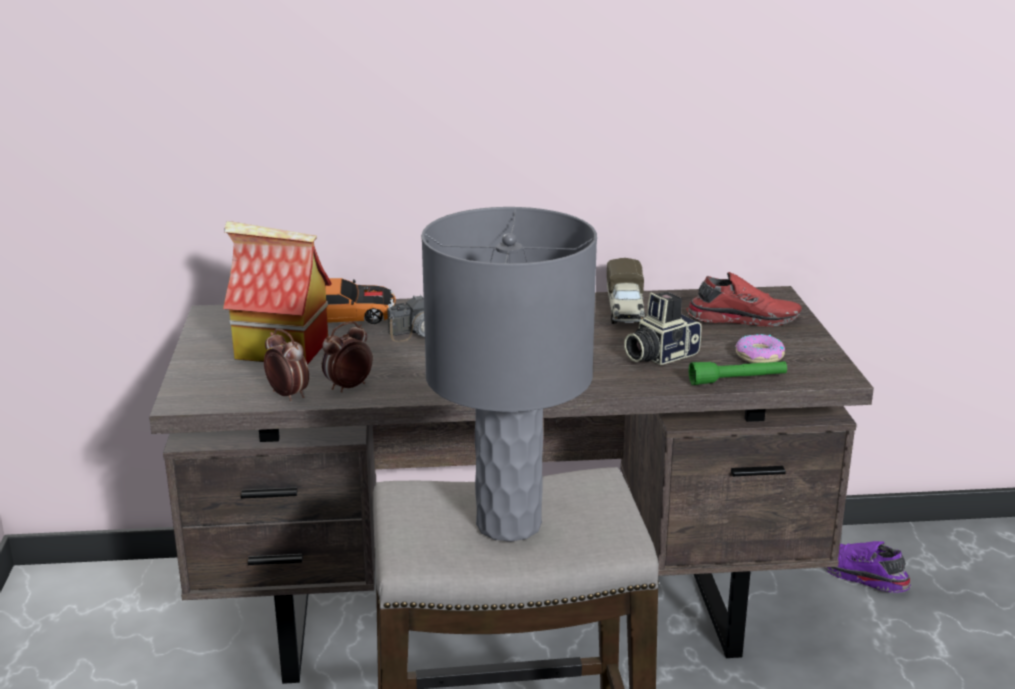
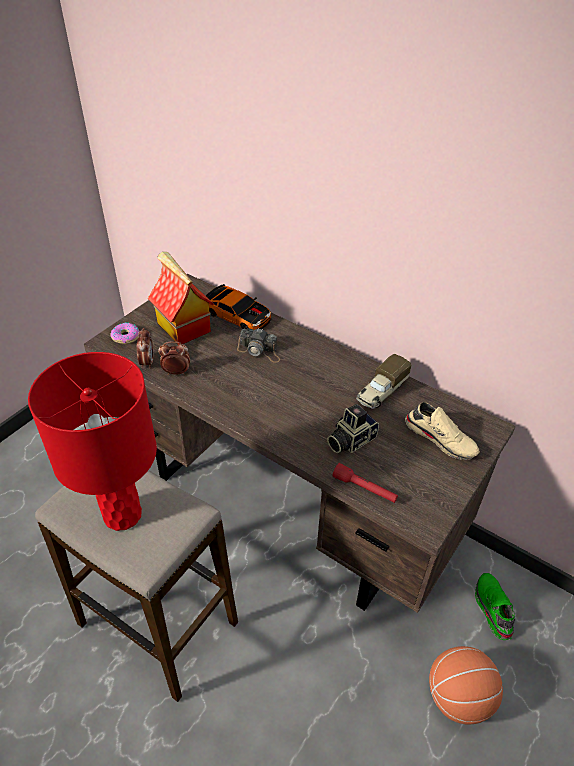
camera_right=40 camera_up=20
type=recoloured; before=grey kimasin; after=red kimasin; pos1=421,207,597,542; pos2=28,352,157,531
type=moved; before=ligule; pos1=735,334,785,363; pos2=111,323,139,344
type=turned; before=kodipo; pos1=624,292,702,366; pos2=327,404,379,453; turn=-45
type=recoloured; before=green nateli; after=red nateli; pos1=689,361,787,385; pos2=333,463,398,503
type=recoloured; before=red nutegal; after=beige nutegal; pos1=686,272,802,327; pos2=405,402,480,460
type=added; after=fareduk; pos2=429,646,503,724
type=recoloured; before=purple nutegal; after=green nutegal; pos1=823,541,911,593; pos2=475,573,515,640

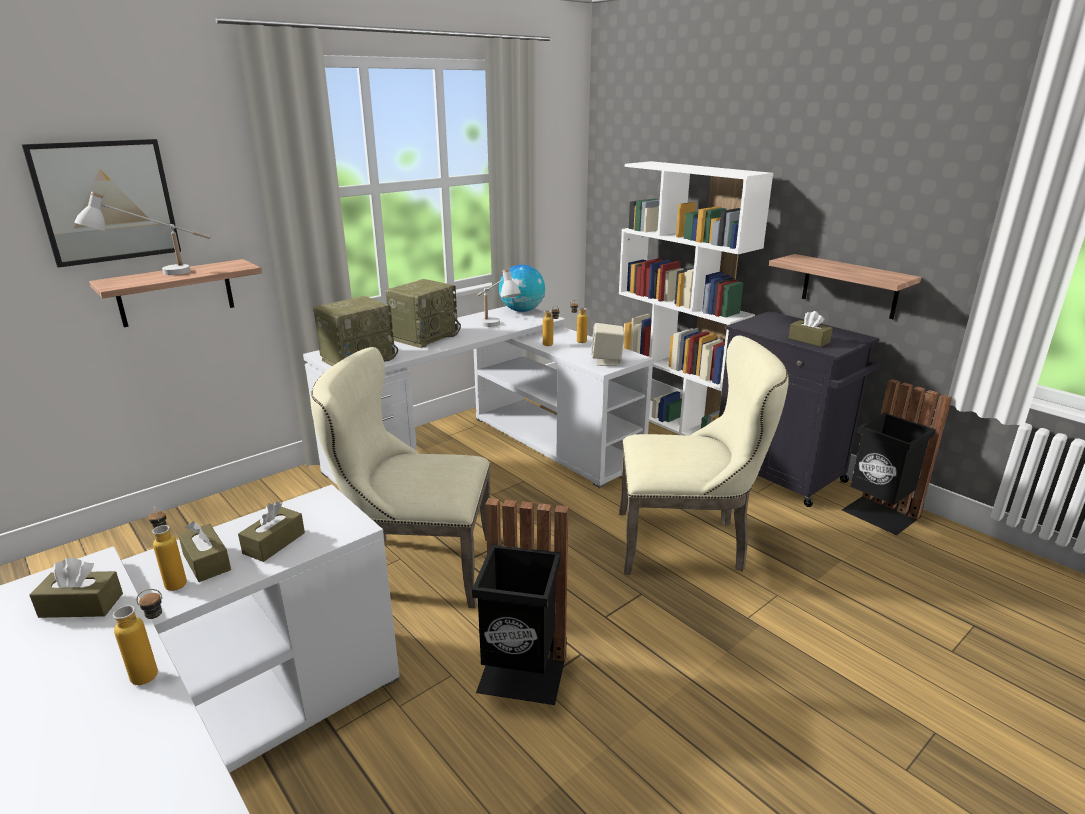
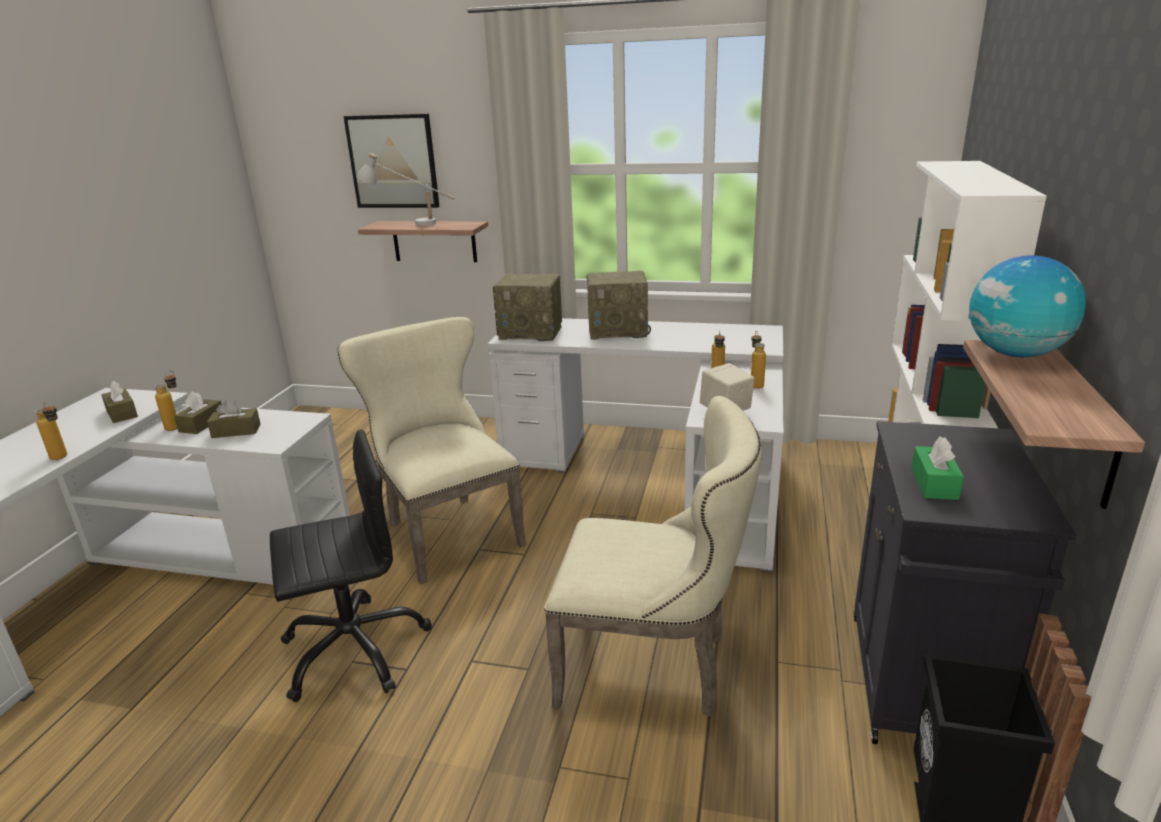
camera_right=55 camera_up=0
type=replaced; before=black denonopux; after=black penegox; pos1=472,498,568,705; pos2=270,429,432,702
type=turned; before=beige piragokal; pos1=619,335,789,575; pos2=544,396,762,717; turn=-45
type=recoloured; before=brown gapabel; after=green gapabel; pos1=789,311,833,347; pos2=911,436,964,500
type=moved; before=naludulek; pos1=499,265,545,312; pos2=968,255,1086,357
type=removed; before=white kimasin; pos1=477,269,521,327

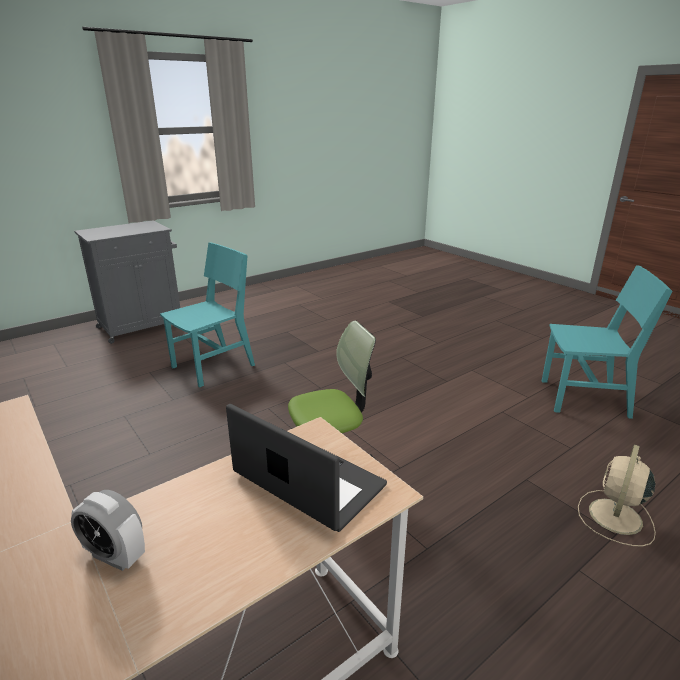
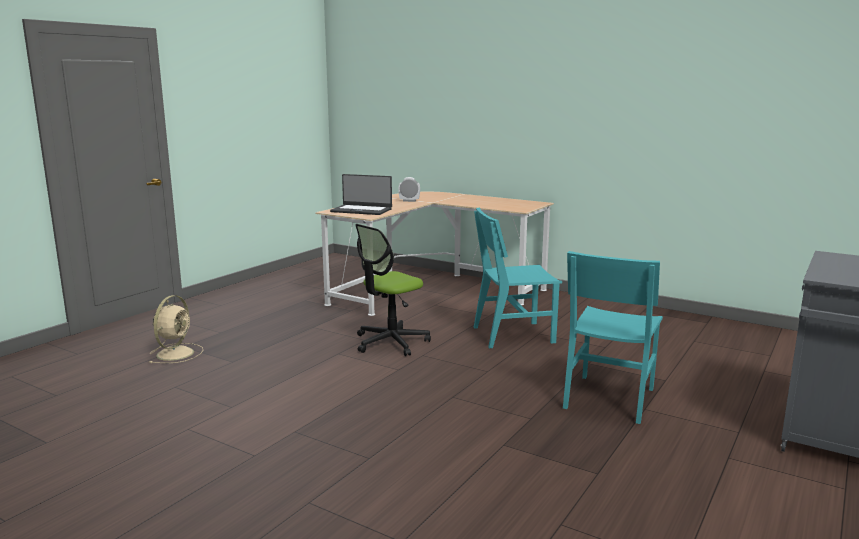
camera_right=160 camera_up=-10
type=moved; before=turquoise piragokal; pos1=542,265,673,419; pos2=473,207,562,348

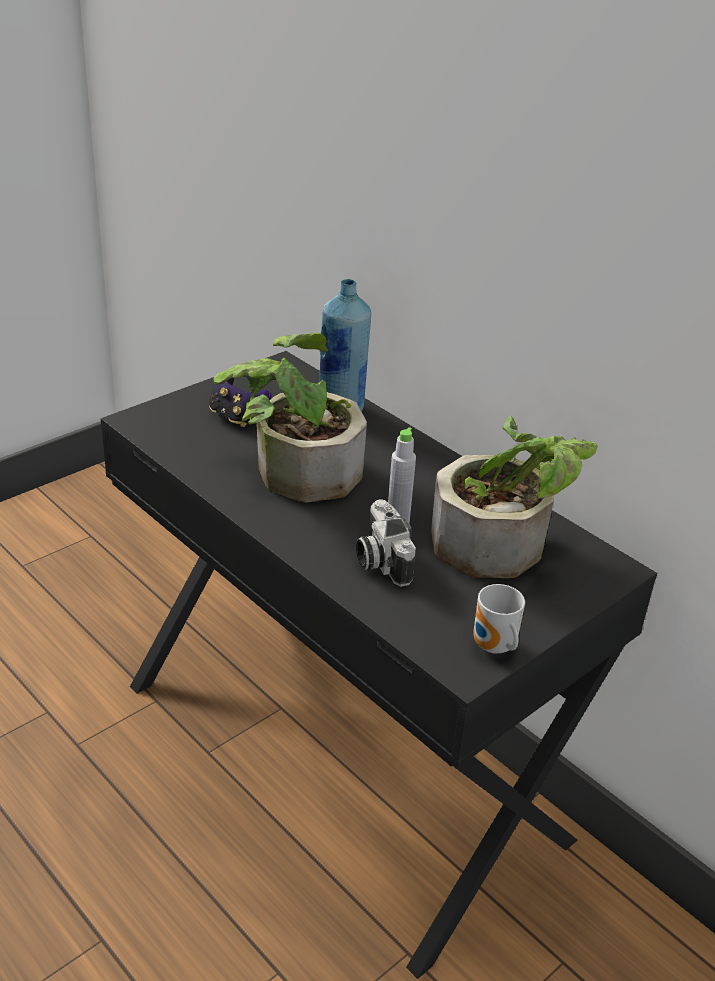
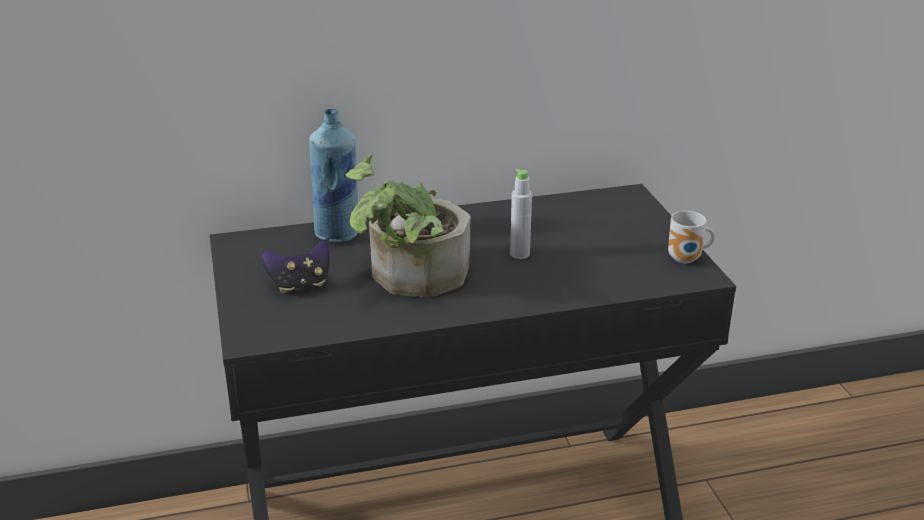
camera_right=-60 camera_up=-5
type=removed; before=kodipo; pos1=356,499,416,587
type=removed; before=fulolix; pos1=431,416,598,578

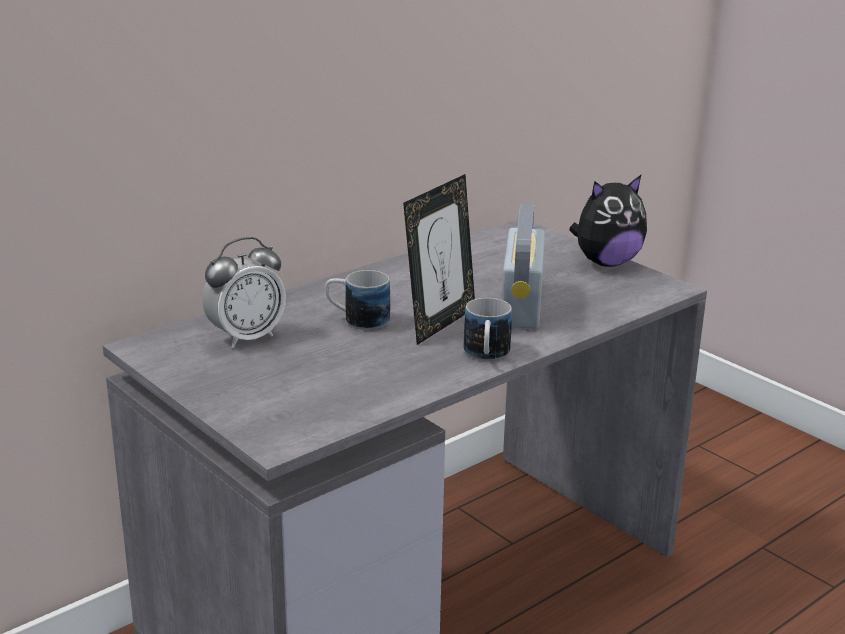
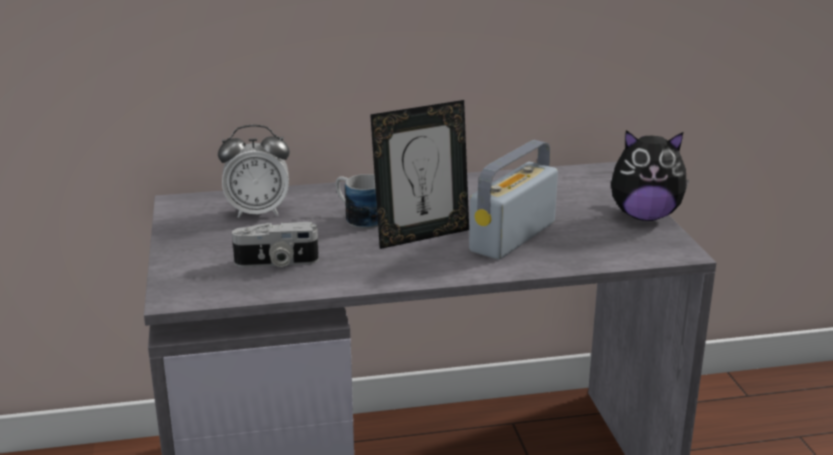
camera_right=30 camera_up=0
type=added; after=kodipo; pos2=232,222,319,267
type=removed; before=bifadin; pos1=464,298,512,361

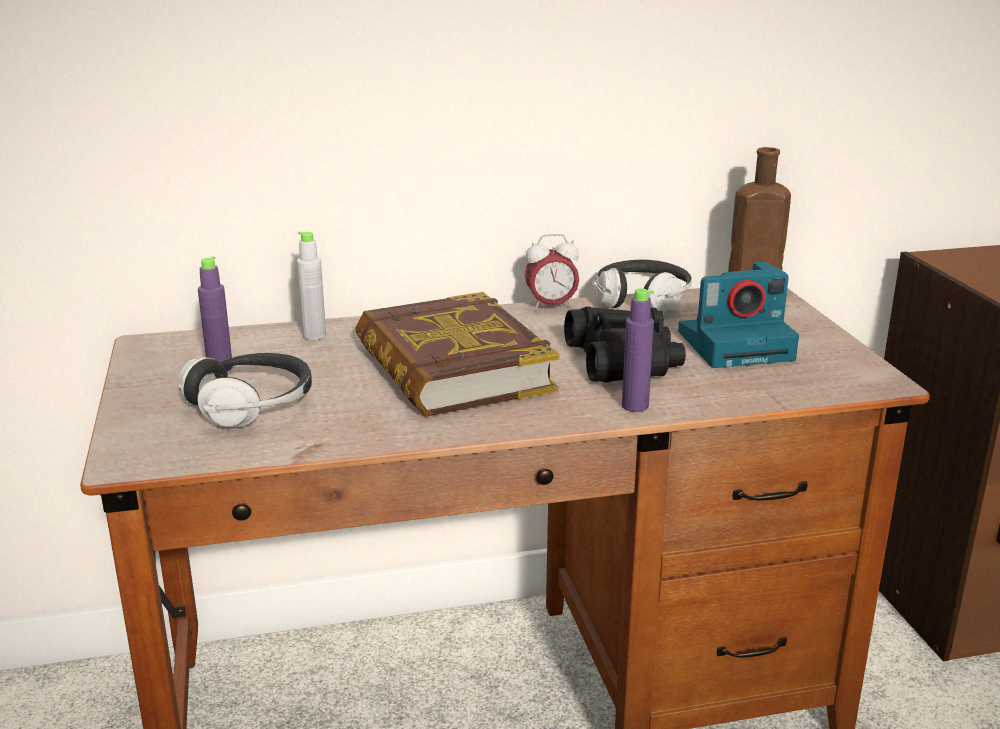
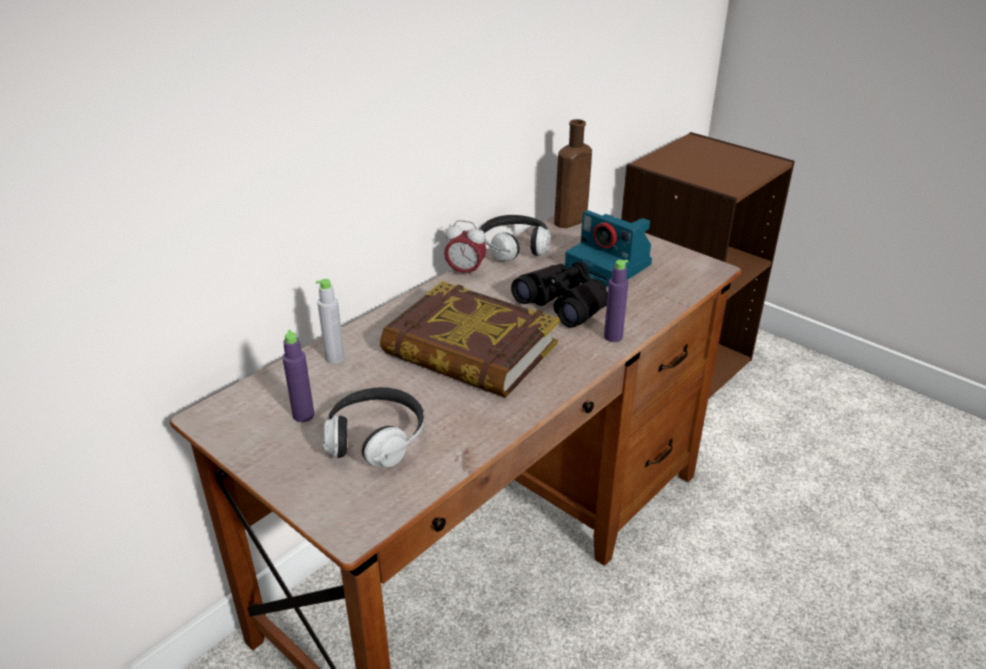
camera_right=-35 camera_up=10
type=turned; before=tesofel; pos1=525,234,579,311; pos2=444,220,486,278; turn=60
type=turned; before=kodipo; pos1=678,262,799,368; pos2=565,210,652,287; turn=90

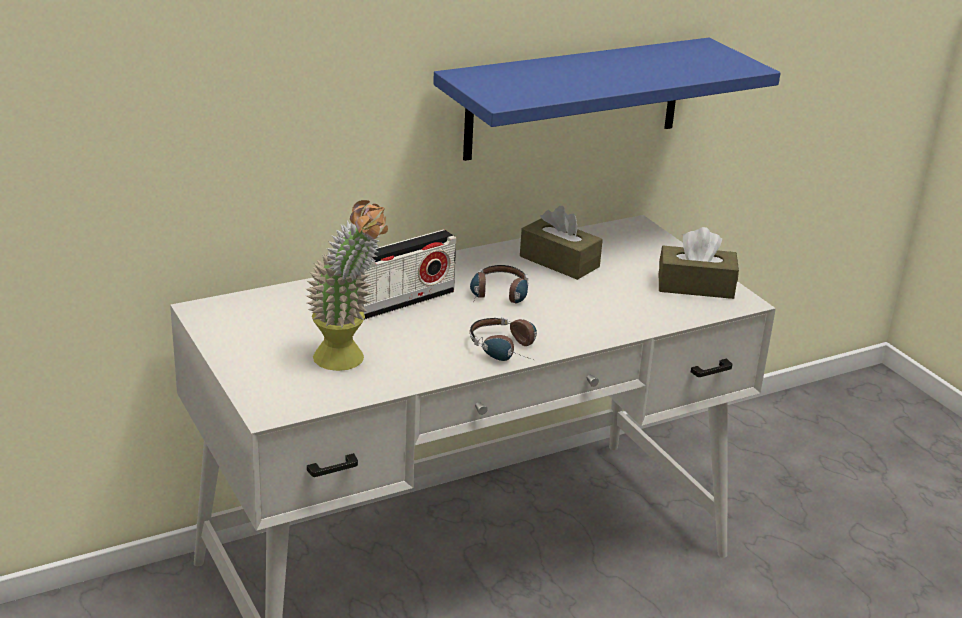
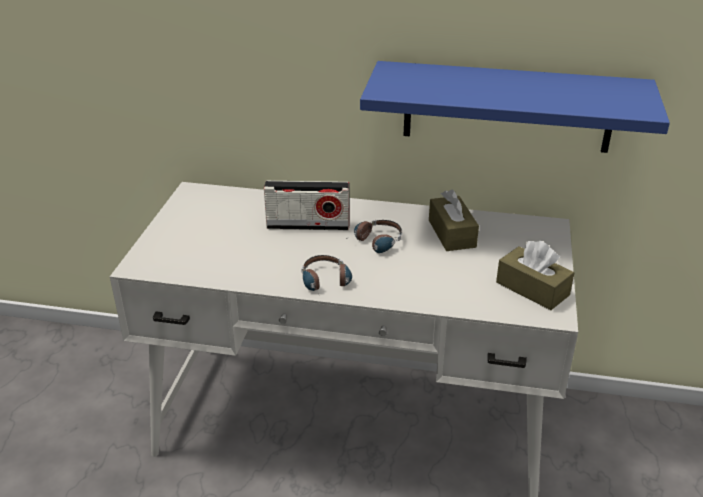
camera_right=40 camera_up=5
type=removed; before=fulolix; pos1=306,200,388,371

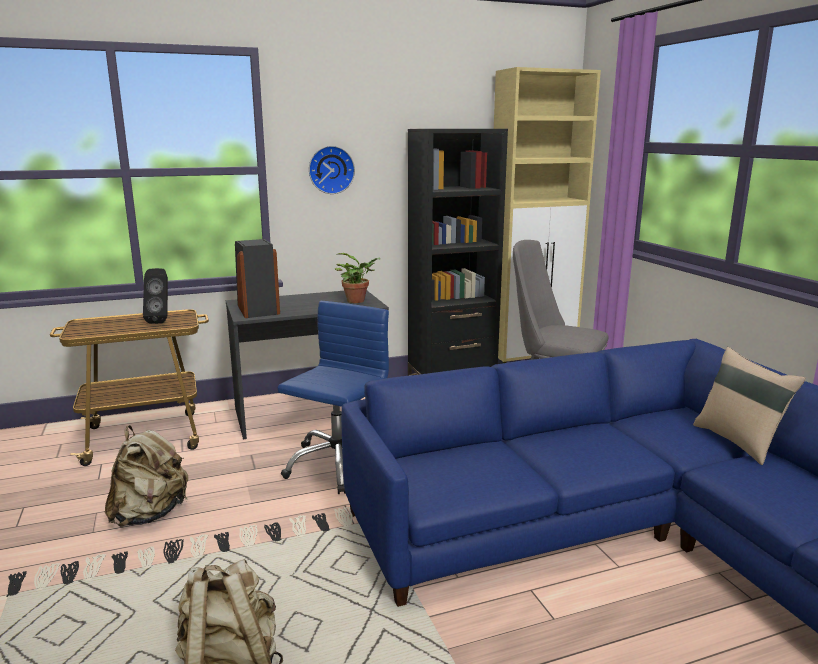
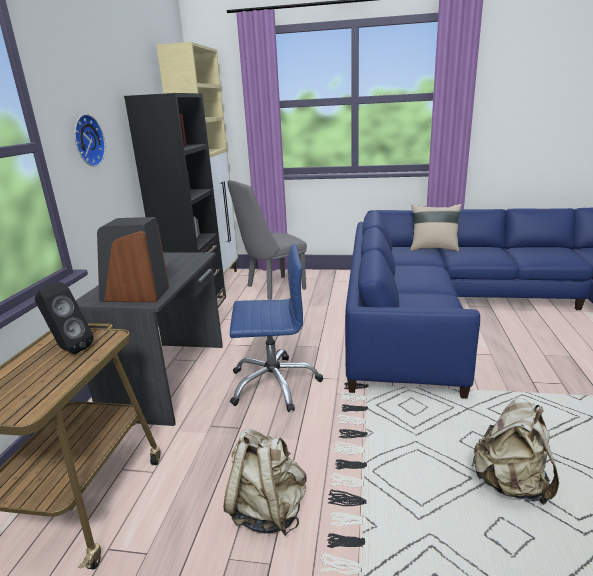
camera_right=-60 camera_up=5
type=turned; before=blue penegox; pos1=277,301,389,494; pos2=230,244,323,412; turn=120
type=removed; before=fulolix; pos1=335,253,381,303

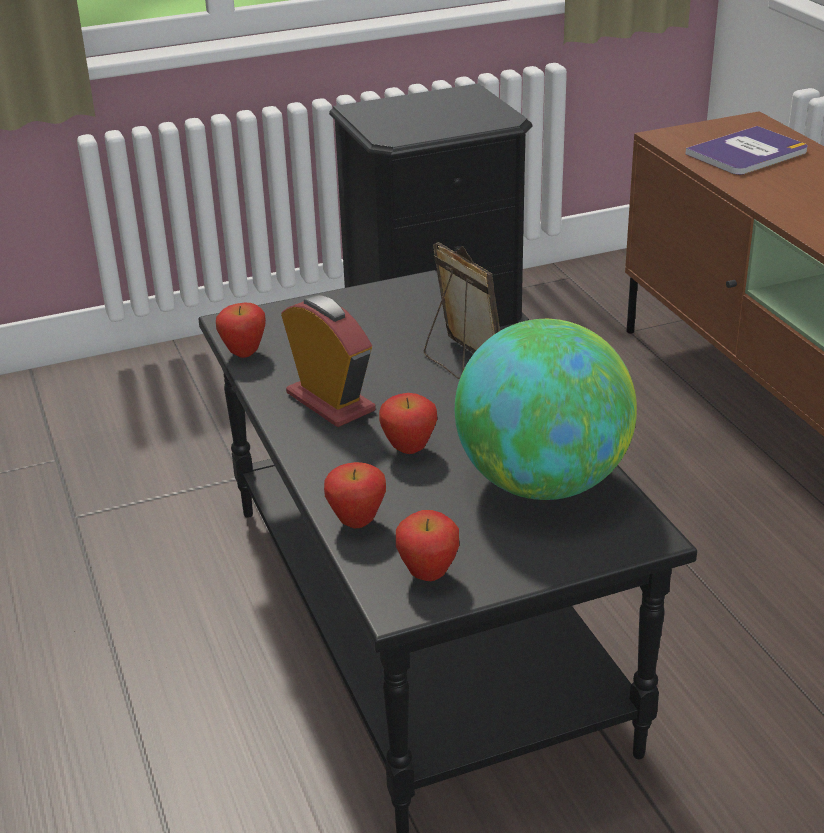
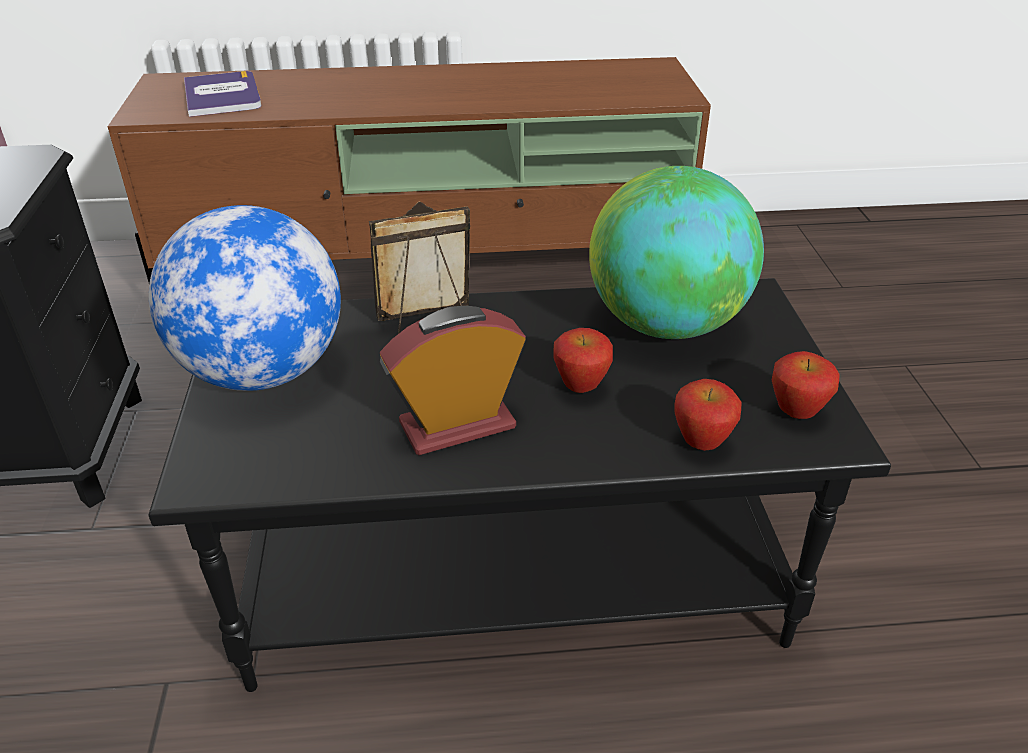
camera_right=-75 camera_up=5
type=added; after=naludulek; pos2=149,205,341,391
type=removed; before=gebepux; pos1=216,303,266,358

